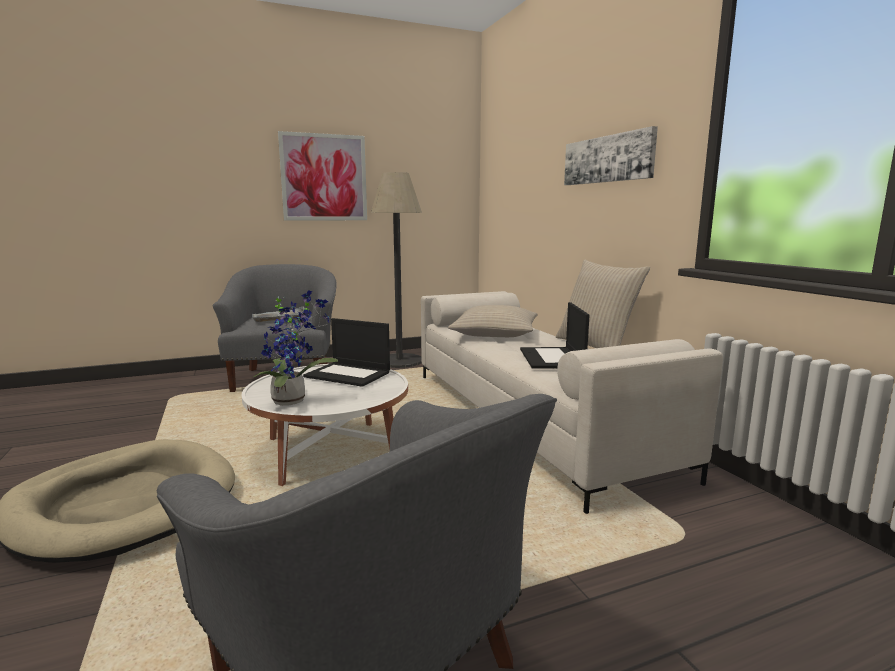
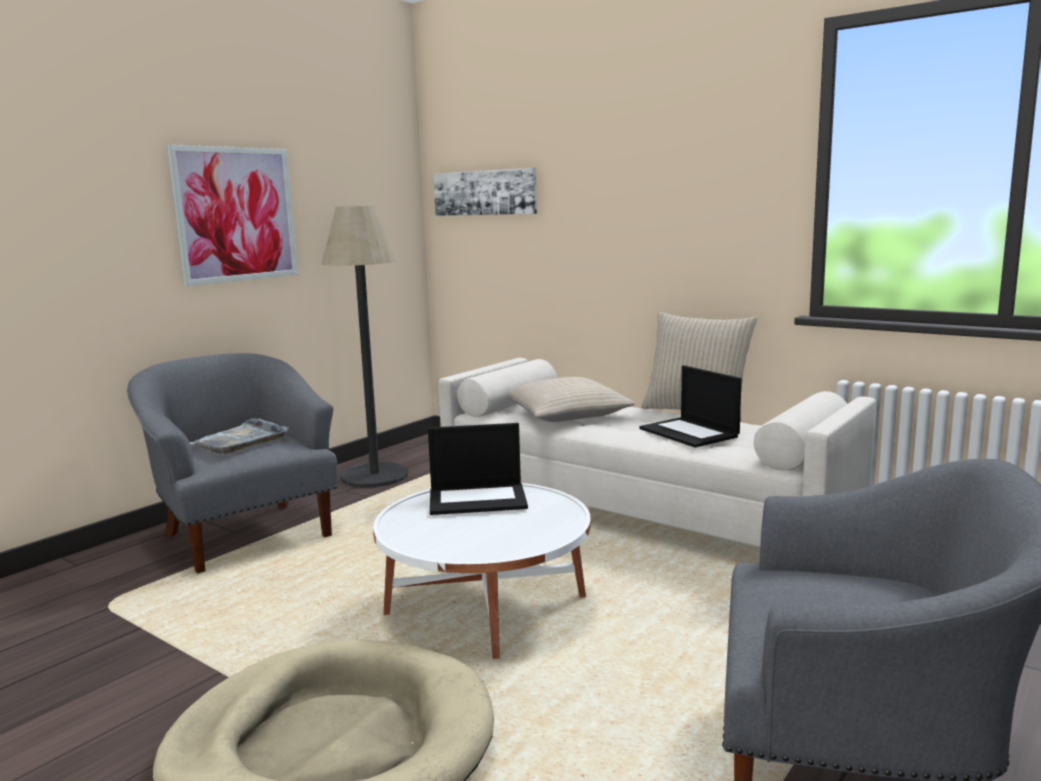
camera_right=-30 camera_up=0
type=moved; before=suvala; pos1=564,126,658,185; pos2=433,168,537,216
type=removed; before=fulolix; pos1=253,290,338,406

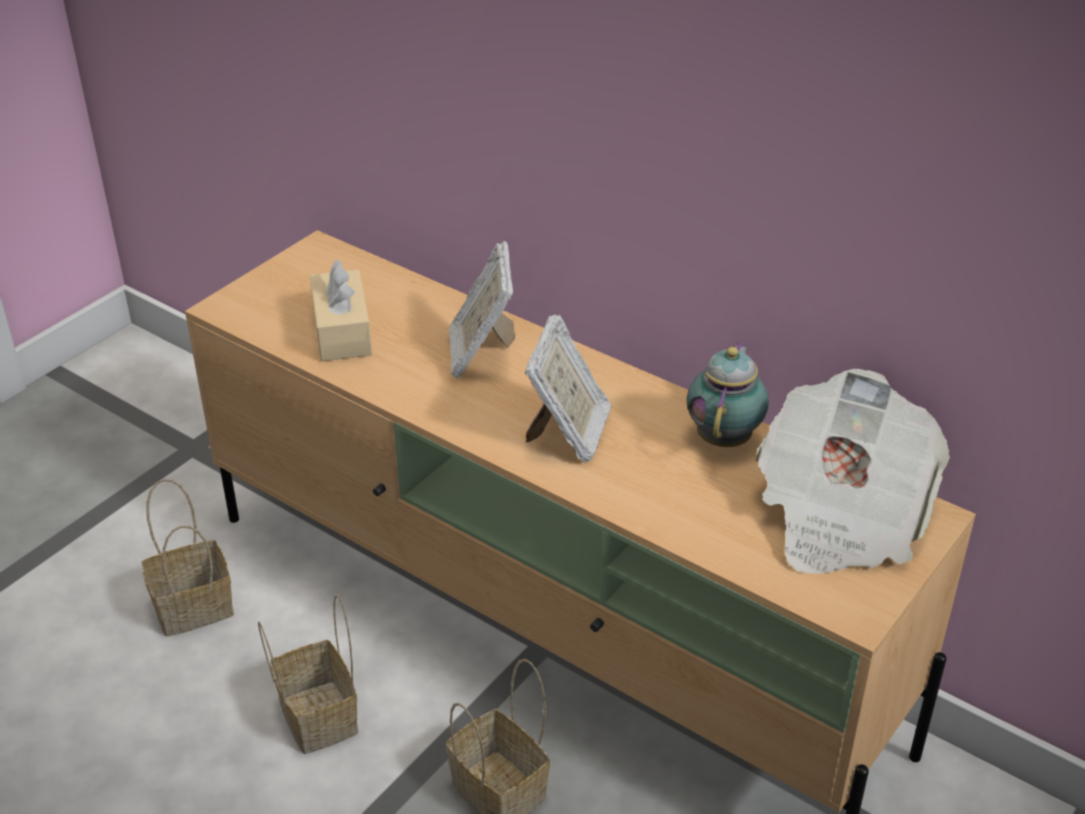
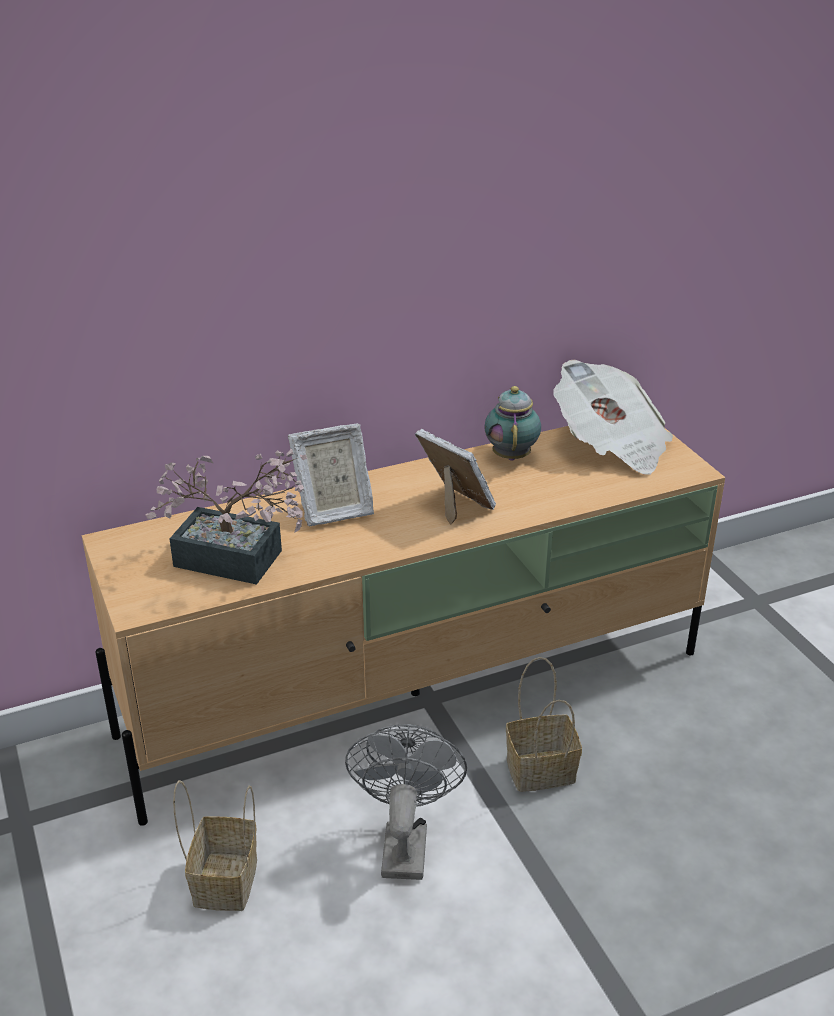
camera_right=-60 camera_up=-5
type=replaced; before=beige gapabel; after=fulolix; pos1=310,260,372,361; pos2=145,449,307,585
type=turned; before=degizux; pos1=449,240,515,379; pos2=288,423,374,526; turn=-45
type=replaced; before=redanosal; after=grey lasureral; pos1=258,594,358,754; pos2=345,724,467,880
type=turned; before=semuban; pos1=686,342,769,447; pos2=484,386,541,461; turn=45

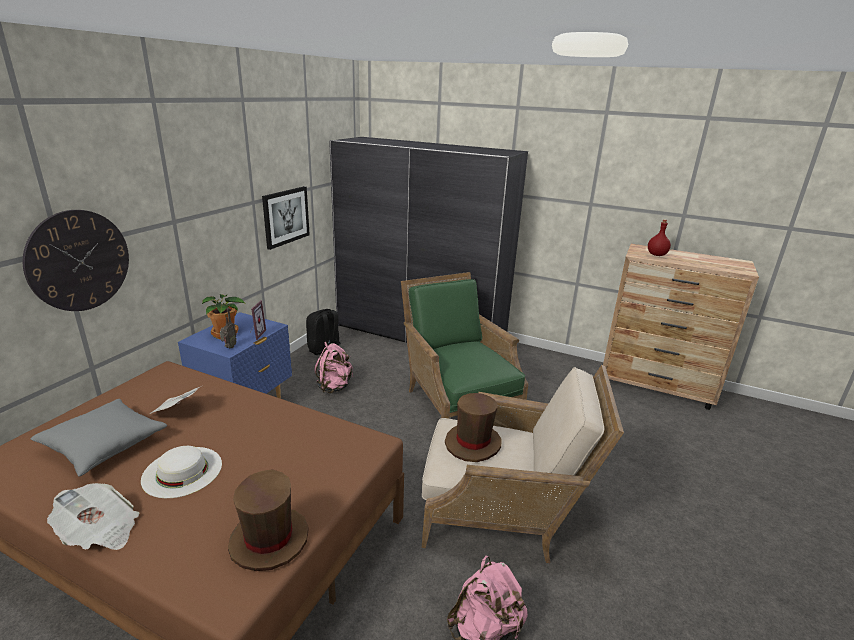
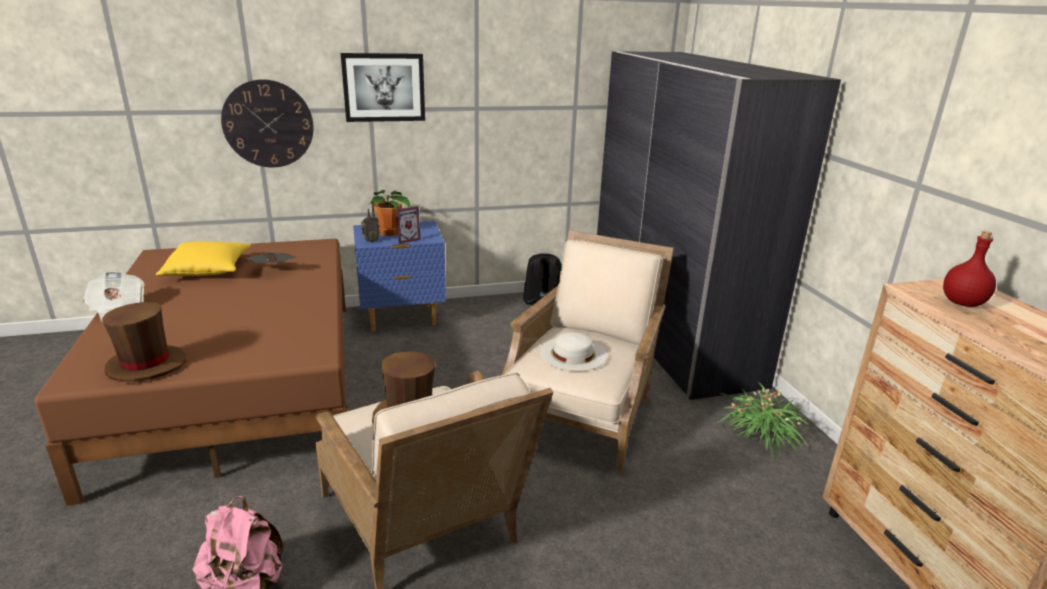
camera_right=50 camera_up=0
type=recoloured; before=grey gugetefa; after=yellow gugetefa; pos1=31,399,167,477; pos2=156,241,251,276
type=moved; before=suvala; pos1=262,186,310,250; pos2=341,53,425,122
type=recoloured; before=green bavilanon; after=beige bavilanon; pos1=401,272,528,419; pos2=502,230,674,474
type=moved; before=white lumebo; pos1=141,446,222,498; pos2=540,332,607,371
type=added; after=fulolix; pos2=716,382,809,458
type=removed; before=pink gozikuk; pos1=314,342,353,393

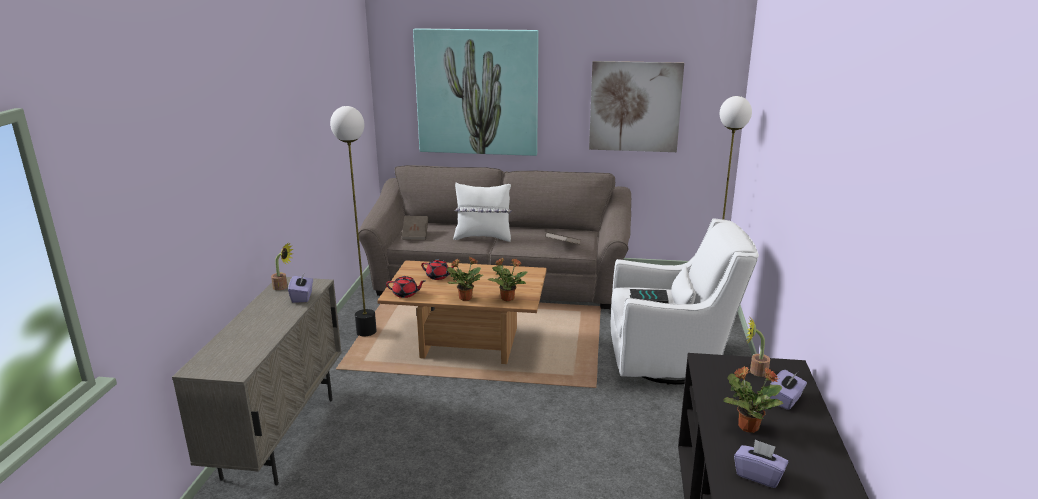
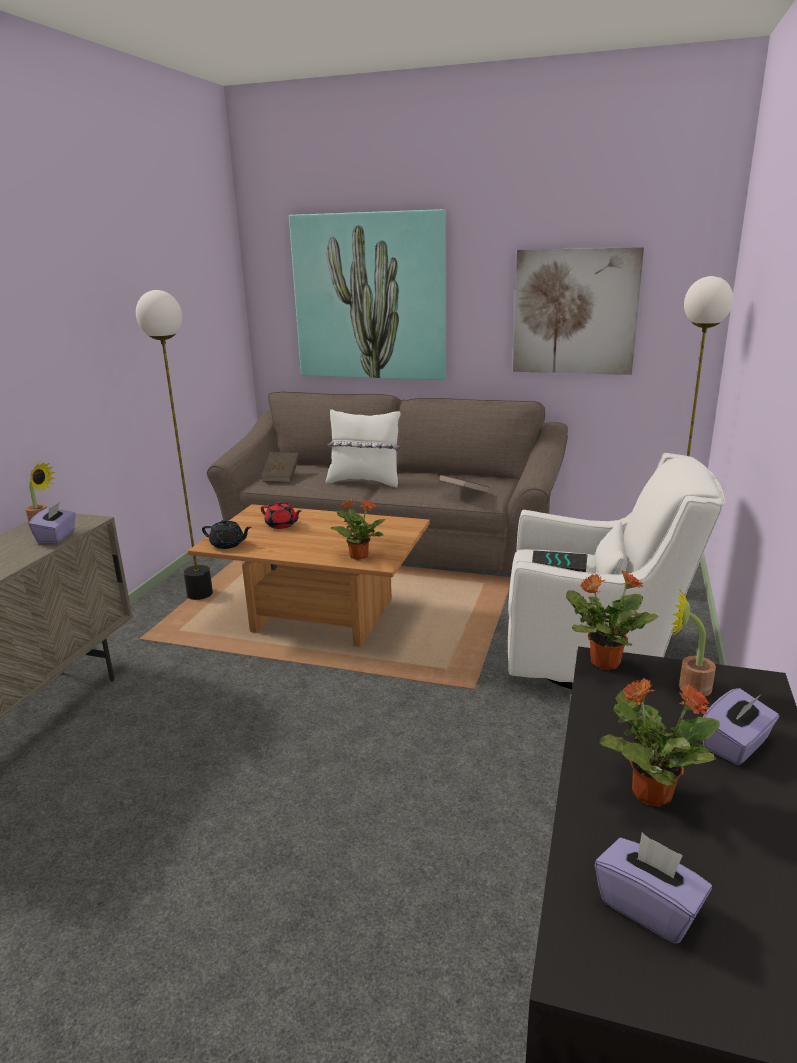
camera_right=10 camera_up=0
type=recoloured; before=red semuban; after=black semuban; pos1=386,276,425,298; pos2=202,519,252,549
type=moved; before=fulolix; pos1=447,257,484,301; pos2=566,570,659,670

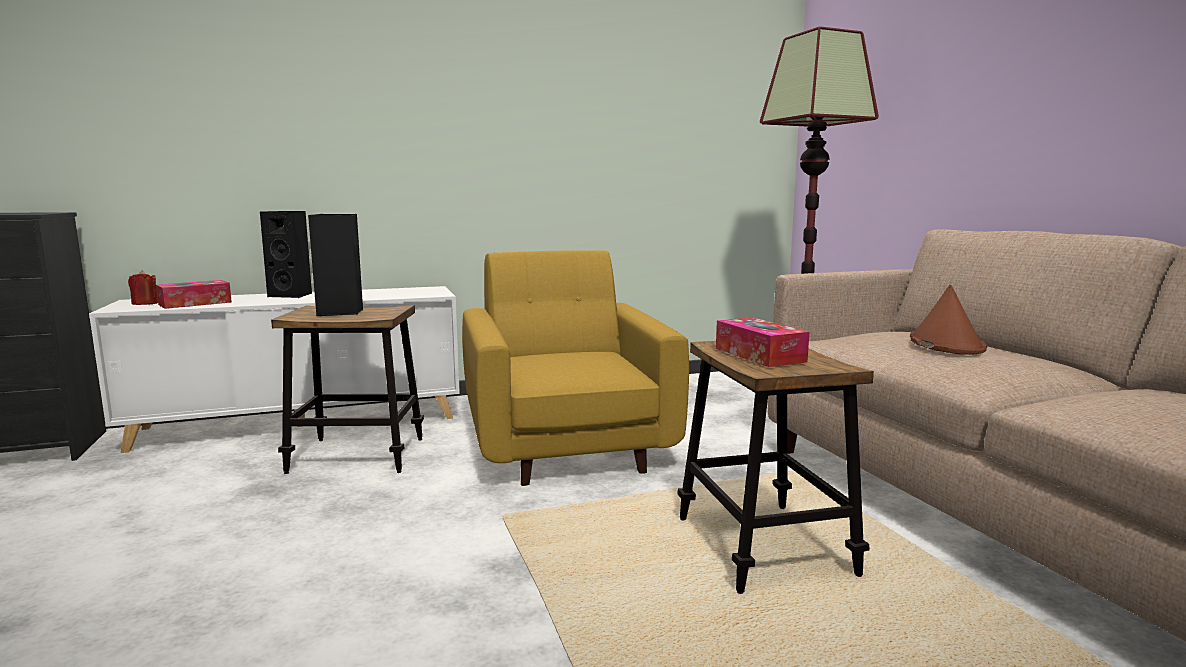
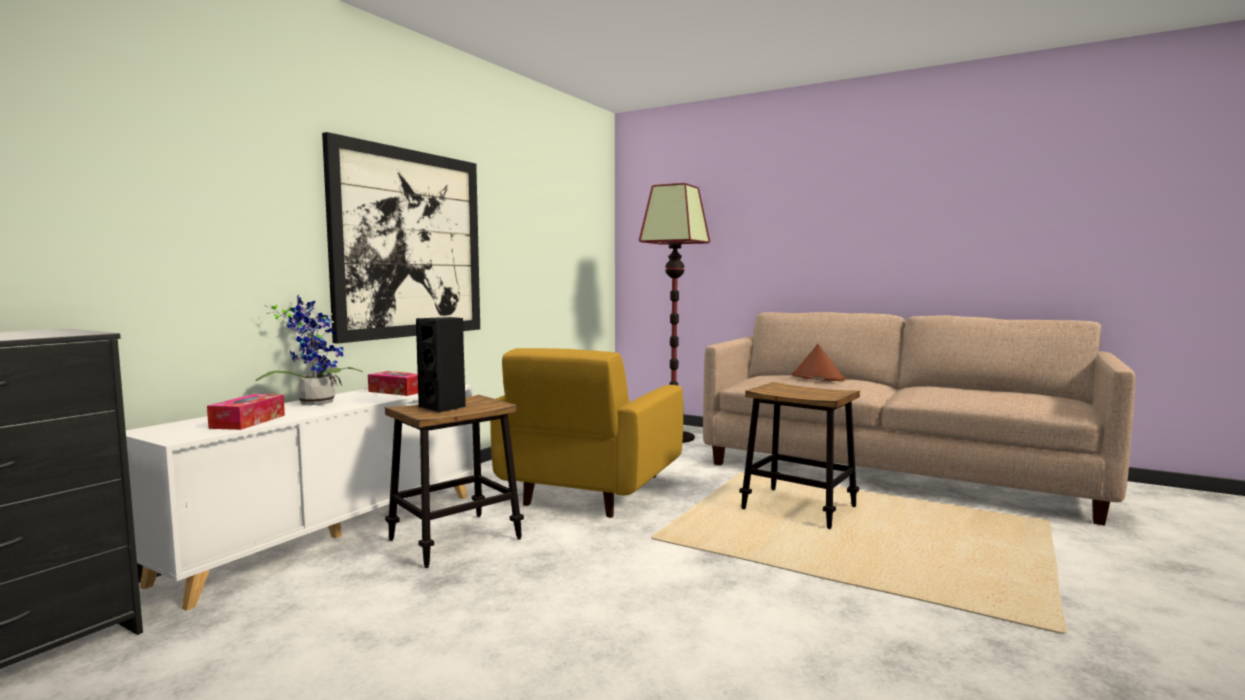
camera_right=-40 camera_up=-5
type=replaced; before=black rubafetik; after=fulolix; pos1=260,211,312,298; pos2=255,294,363,405
type=added; after=suvala; pos2=322,132,480,344
type=moved; before=gapabel; pos1=716,317,809,367; pos2=368,371,418,396
type=turned; before=yellow bavilanon; pos1=462,250,689,486; pos2=490,348,684,518; turn=-105
type=removed; before=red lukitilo; pos1=128,270,158,305

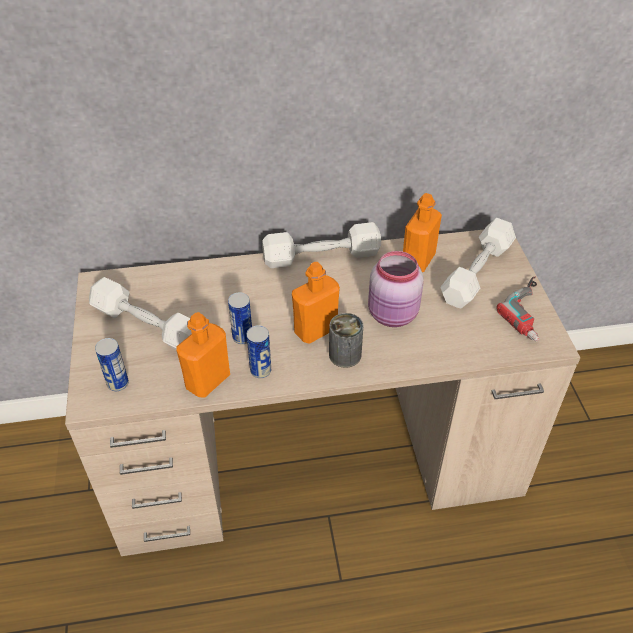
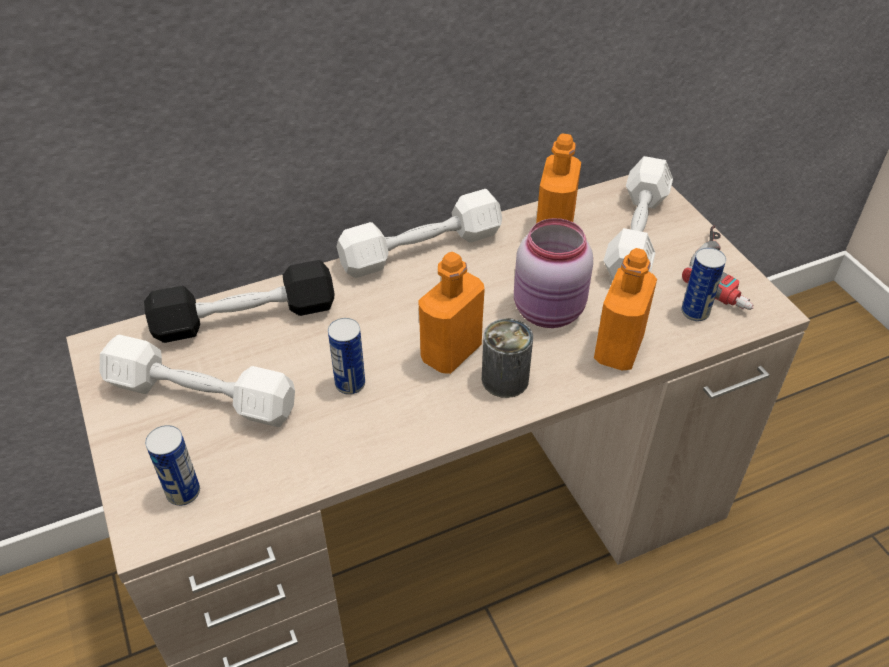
camera_right=-15 camera_up=0
type=added; after=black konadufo; pos2=144,260,334,343
type=moved; before=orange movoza; pos1=176,312,230,397; pos2=594,248,657,370
type=moved; before=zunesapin; pos1=247,325,271,378; pos2=682,248,726,321

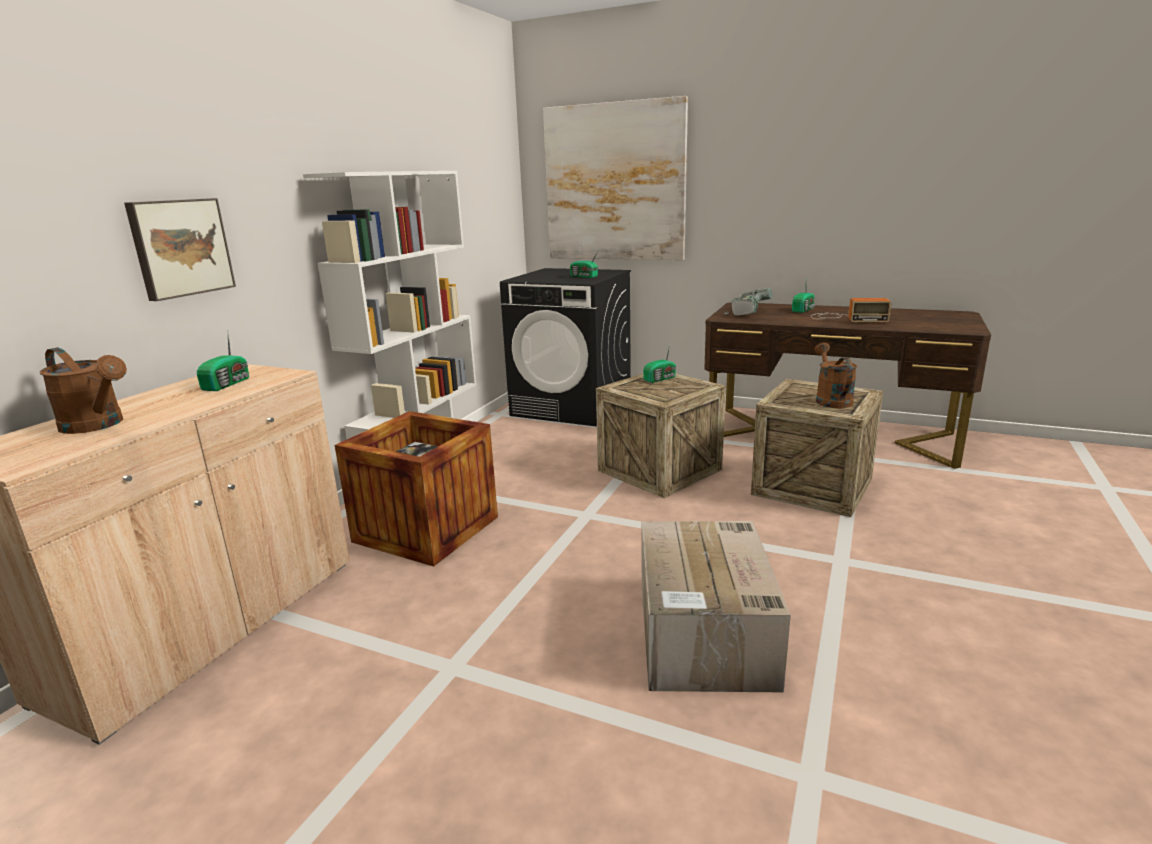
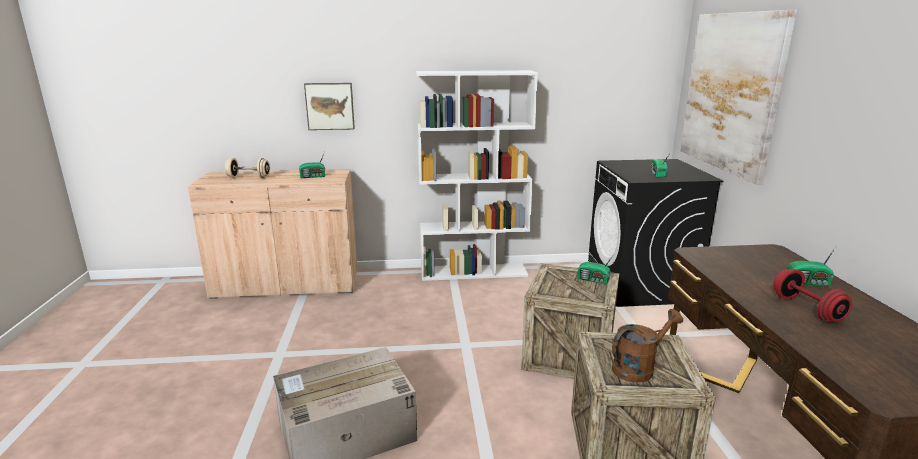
camera_right=60 camera_up=0
type=replaced; before=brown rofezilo; after=beige konadufo; pos1=40,347,127,434; pos2=225,158,270,178
type=replaced; before=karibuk; after=red konadufo; pos1=811,298,892,323; pos2=773,269,852,322
type=removed; before=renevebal; pos1=335,411,498,567
type=removed; before=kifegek; pos1=724,288,772,316

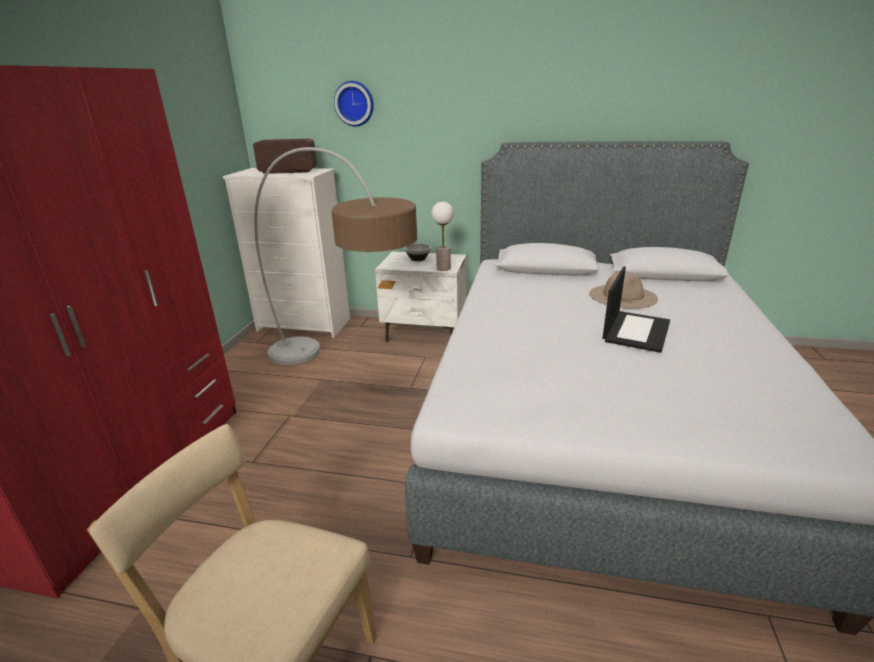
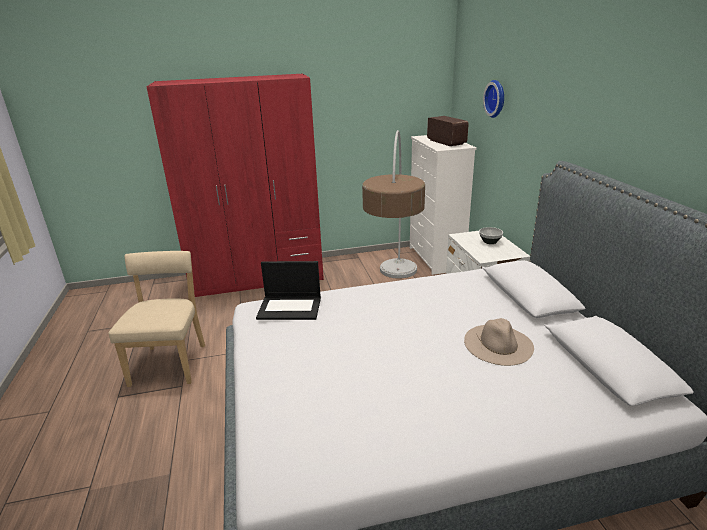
camera_right=65 camera_up=0
type=moved; before=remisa; pos1=603,266,670,353; pos2=256,261,321,320
type=removed; before=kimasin; pos1=431,201,454,271

